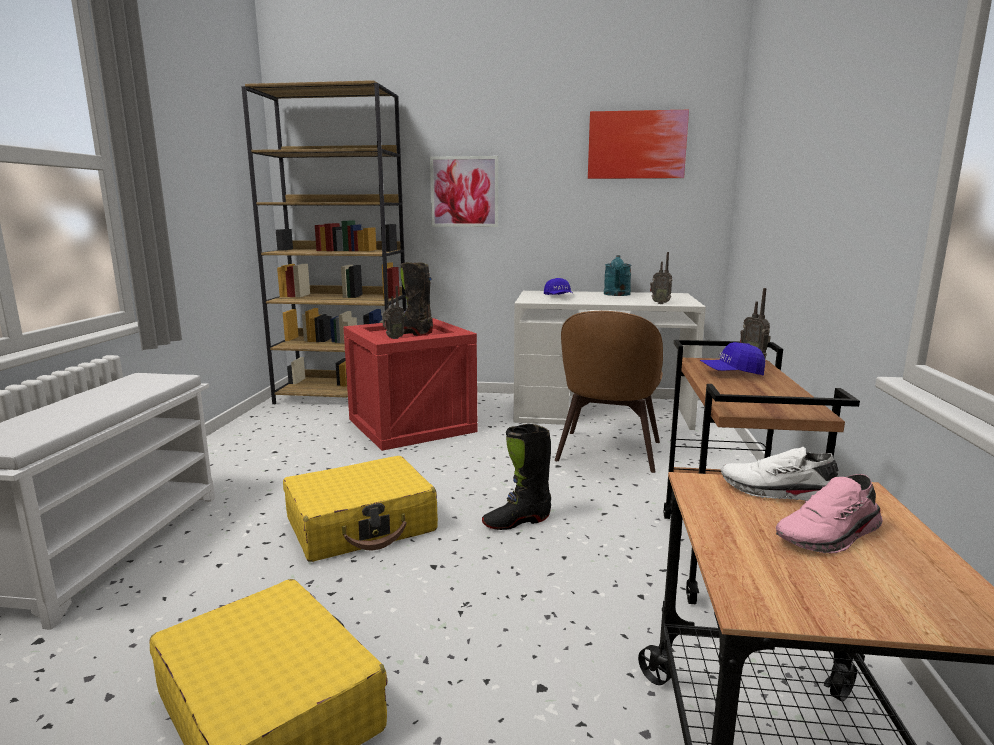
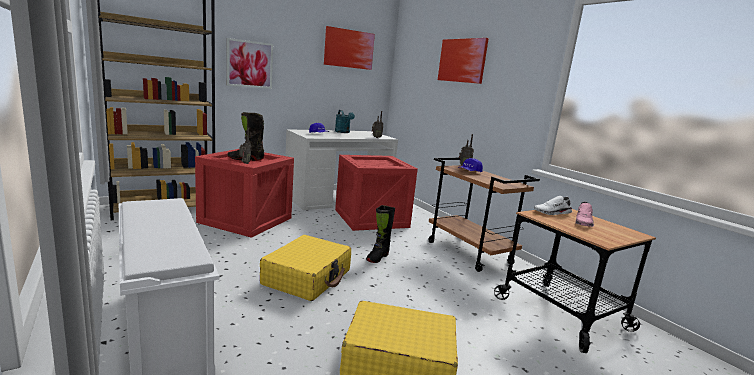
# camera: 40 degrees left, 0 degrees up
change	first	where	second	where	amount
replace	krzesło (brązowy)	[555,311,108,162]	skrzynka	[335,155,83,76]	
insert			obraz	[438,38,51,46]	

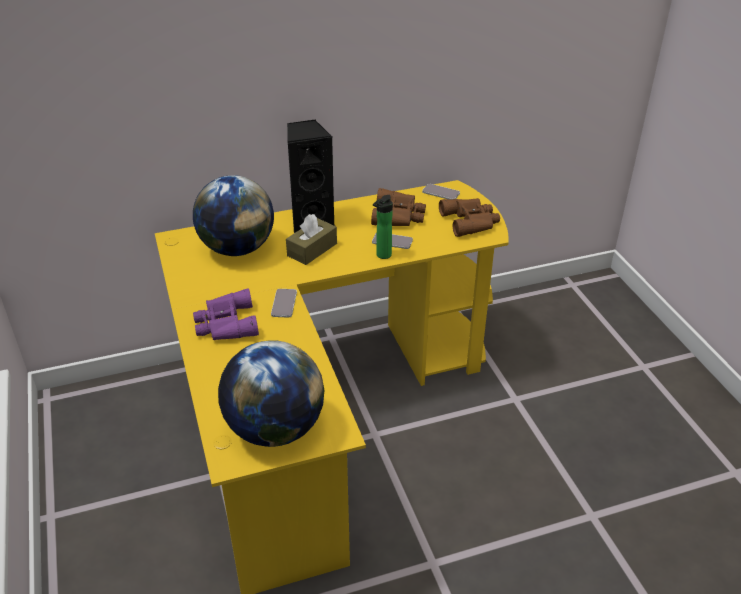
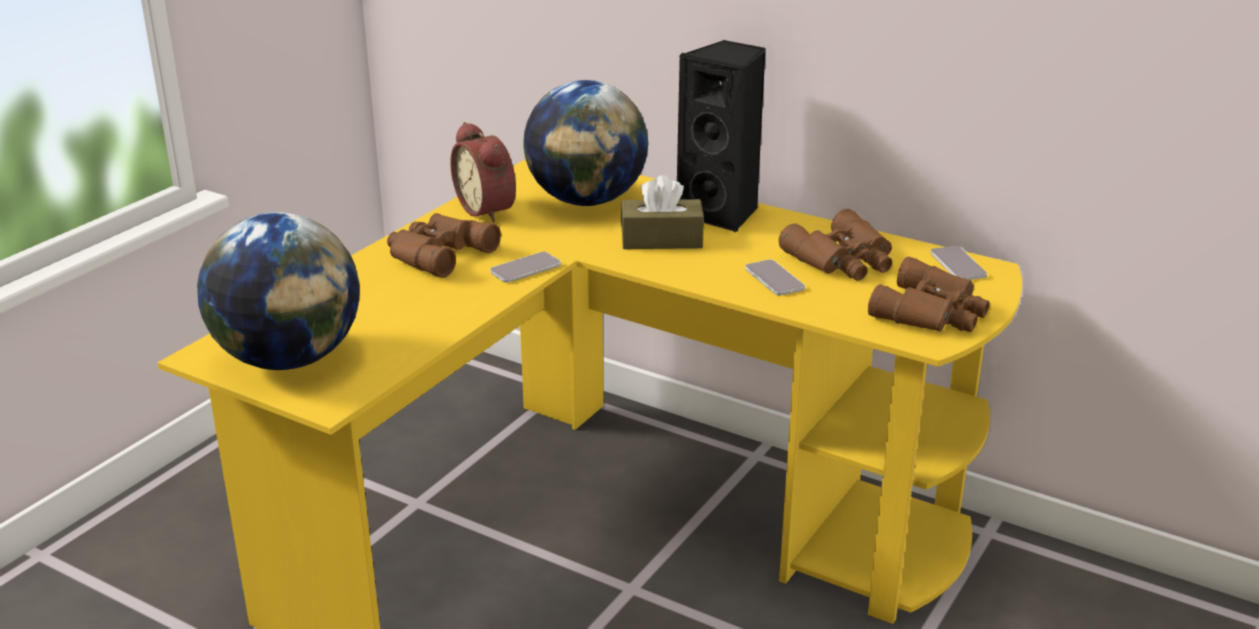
# camera: 50 degrees right, 10 degrees down
change	first	where	second	where	amount
delete	butelka	[373,195,20,64]			
recolor	lornetka (fioletowy)	[193,288,66,52]	lornetka (brązowy)	[387,213,114,65]	
insert			budzik	[450,122,66,100]	

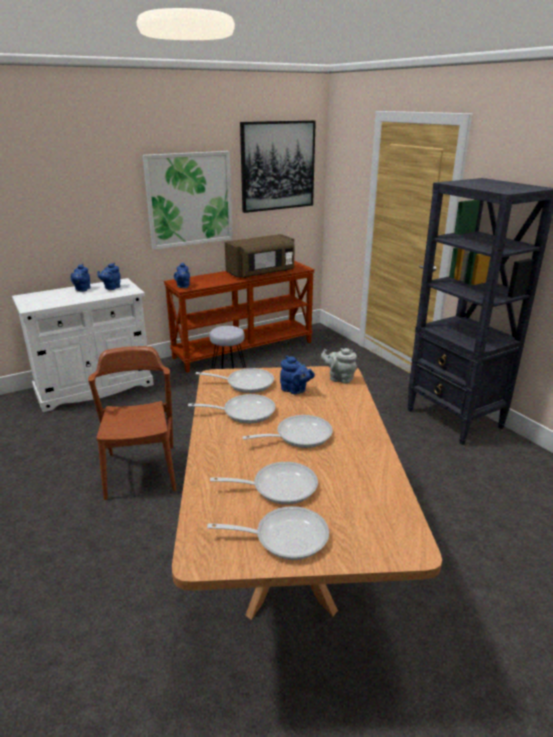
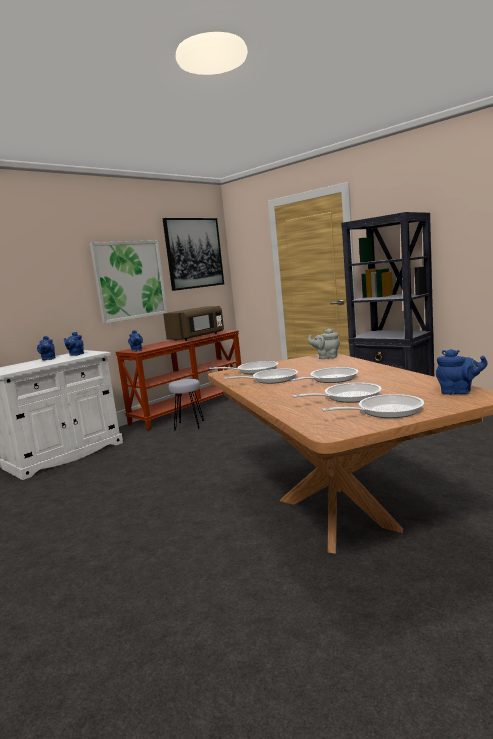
# camera: 15 degrees left, 15 degrees down
change	first	where	second	where	amount
delete	krzesło (brązowy)	[88,346,88,154]			
move	imbryk (niebieski)	[280,356,35,39]		[436,349,52,46]	

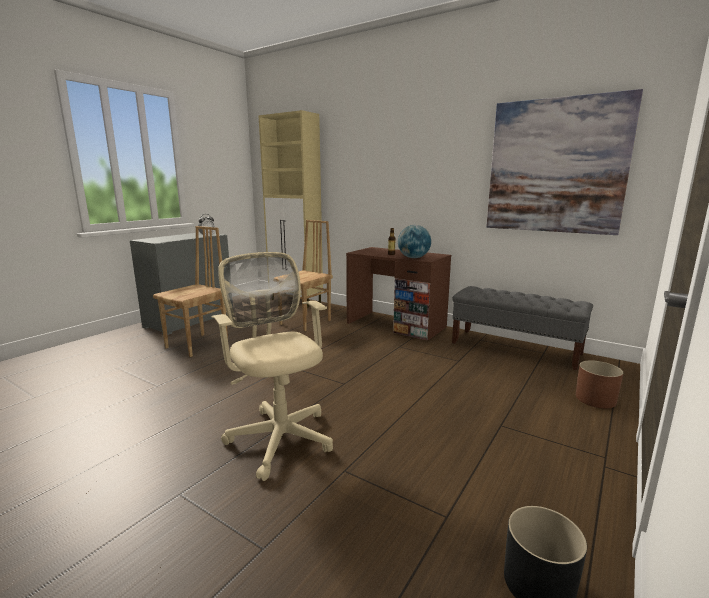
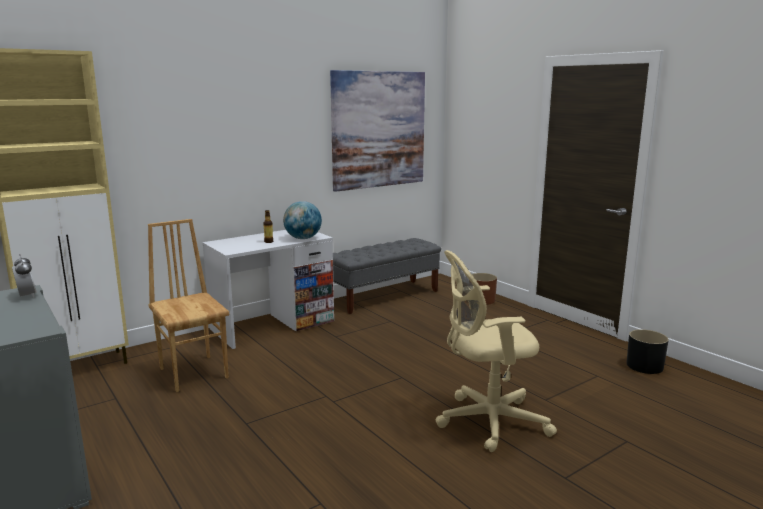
# camera: 70 degrees left, 0 degrees up
change	first	where	second	where	amount
delete	krzesło (brązowy)	[153,226,75,131]			
recolor	biurko (brązowy)	[346,247,105,93]	biurko (biały)	[202,230,132,119]	

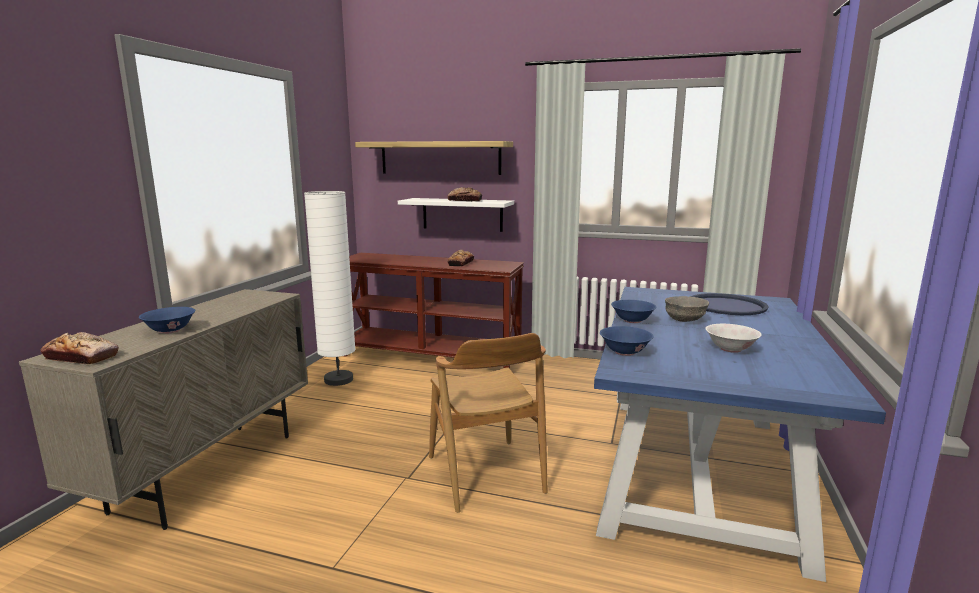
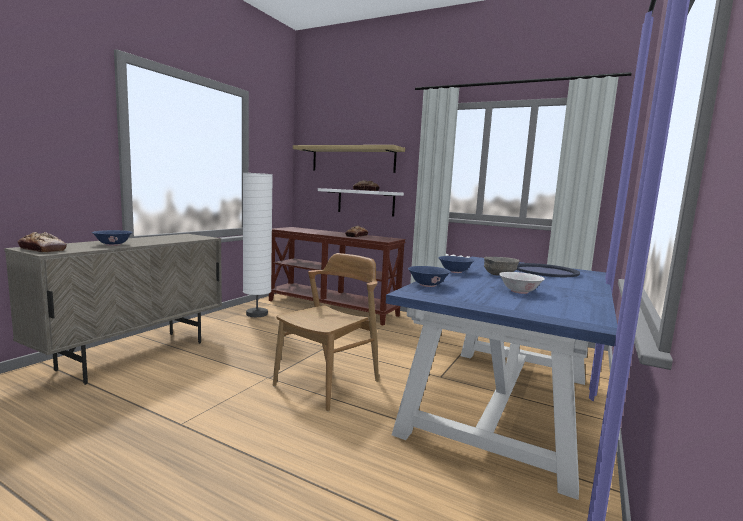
# camera: 10 degrees right, 5 degrees down
change	first	where	second	where	amount
rotate	krzesło (brązowy)	[429,333,119,180]		[273,253,106,158]	135 degrees counterclockwise

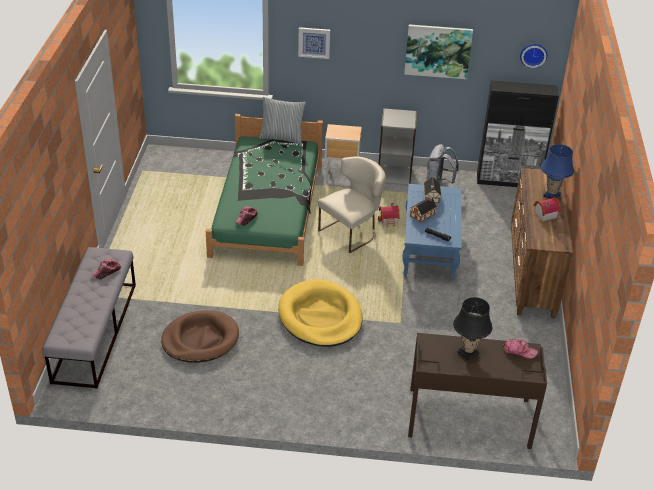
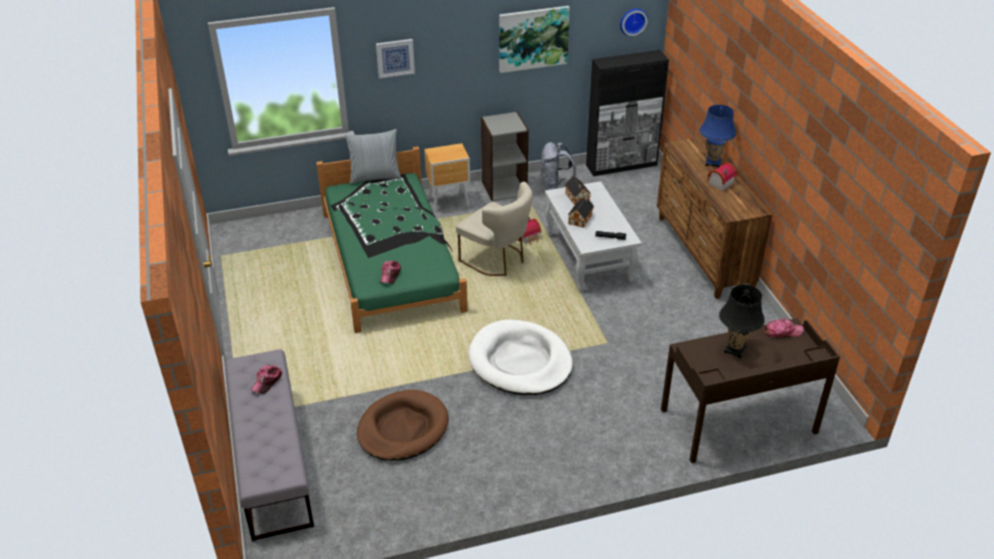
# camera: 20 degrees left, 0 degrees up
change	first	where	second	where	amount
rotate	krzesło (beżowy)	[318,156,68,97]		[456,182,77,94]	105 degrees clockwise
recolor	ława (niebieski)	[402,184,60,96]	ława (biały)	[545,181,97,111]	
recolor	legowisko (żółty)	[278,279,85,68]	legowisko (biały)	[469,320,104,75]	

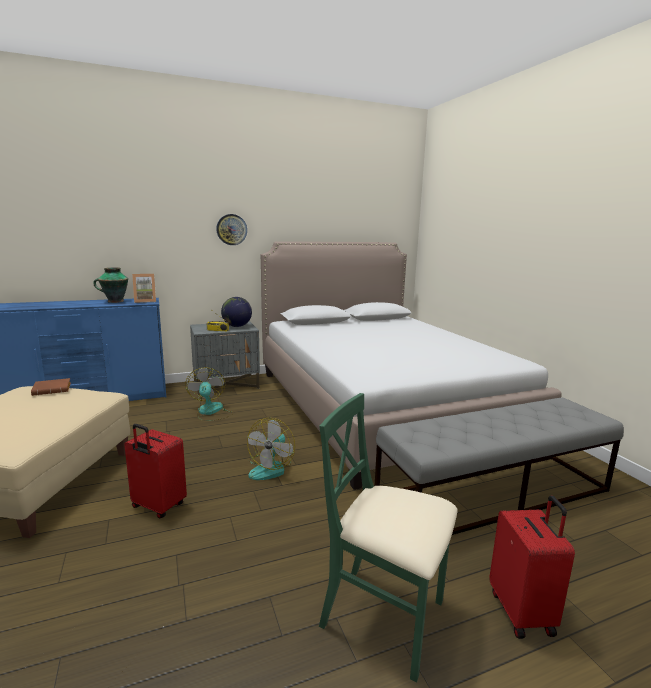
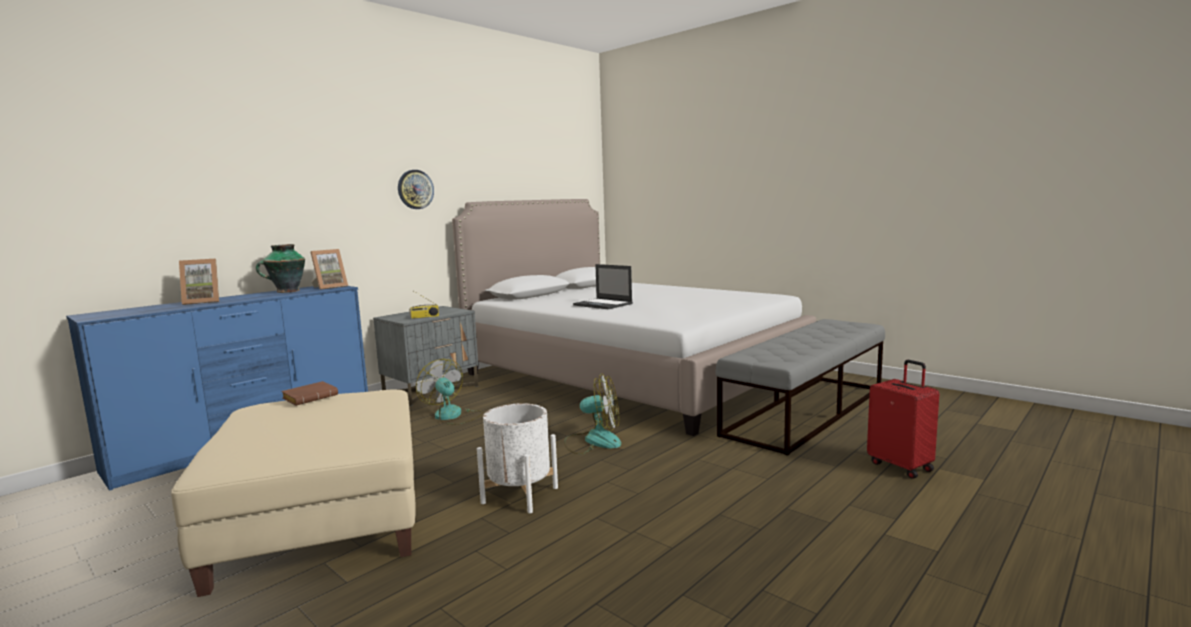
# camera: 25 degrees left, 5 degrees down
change	first	where	second	where	amount
delete	globus	[221,297,31,30]			
delete	krzesło (zielony)	[319,393,139,289]			
rotate	wentylator	[247,418,48,62]		[564,374,57,80]	75 degrees counterclockwise
replace	walizka (czerwony)	[124,424,63,95]	donica (biały)	[477,403,81,110]	
insert			ramka na zdjęcie	[179,259,40,46]	
insert			laptop	[573,264,60,45]	

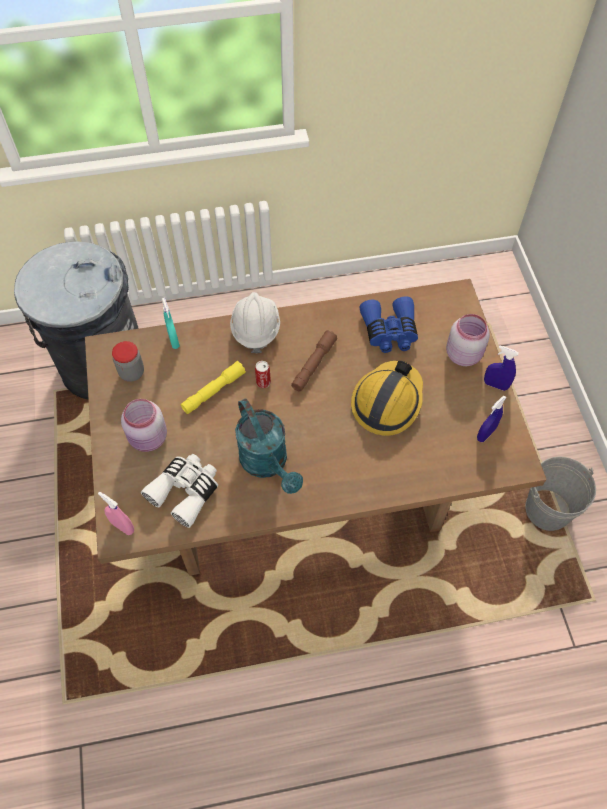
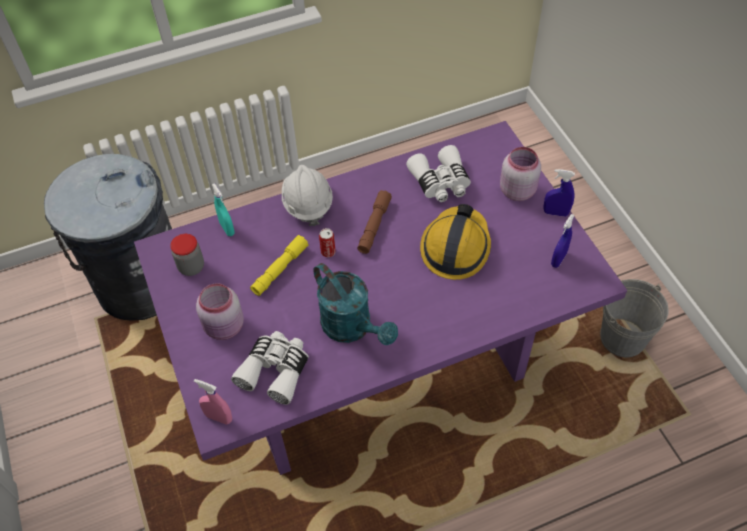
# camera: 10 degrees left, 5 degrees down
change	first	where	second	where	amount
recolor	stół jadalny (brązowy)	[85,279,462,297]	stół jadalny (fioletowy)	[134,121,493,354]	
recolor	lornetka (niebieski)	[360,296,58,57]	lornetka (biały)	[406,145,65,57]	

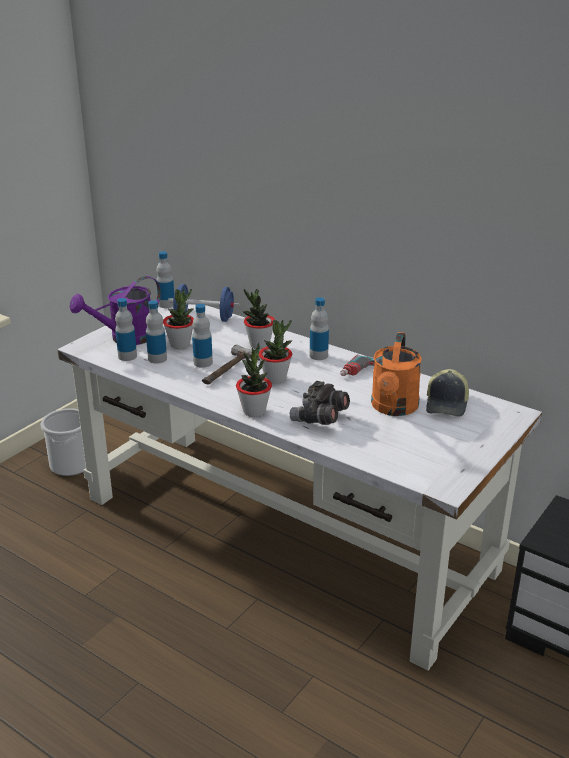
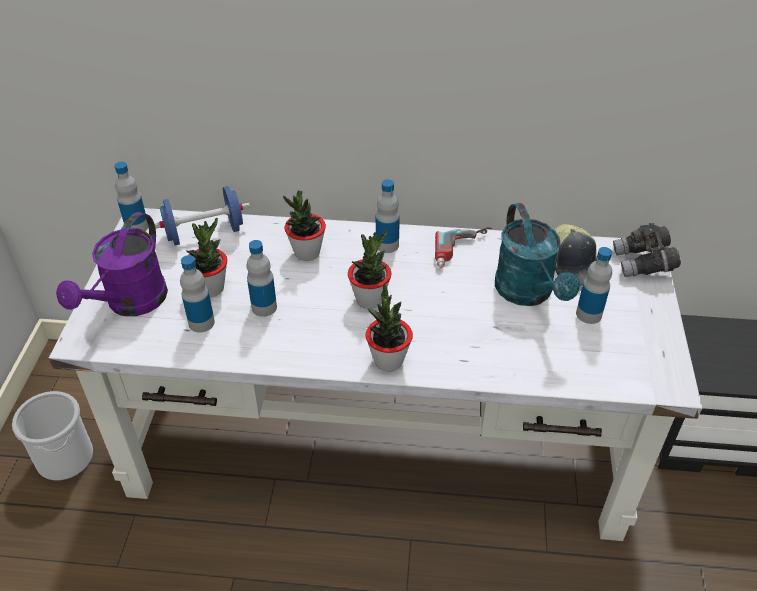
# camera: 30 degrees left, 15 degrees up
change	first	where	second	where	amount
move	butelka	[115,298,22,63]		[576,247,36,77]	
recolor	konewka (pomarańczowy)	[371,332,51,84]	konewka (turkusowy)	[495,203,85,103]	
delete	młotek	[202,345,58,40]			
move	lornetka (szary)	[290,381,60,44]		[613,223,68,54]	

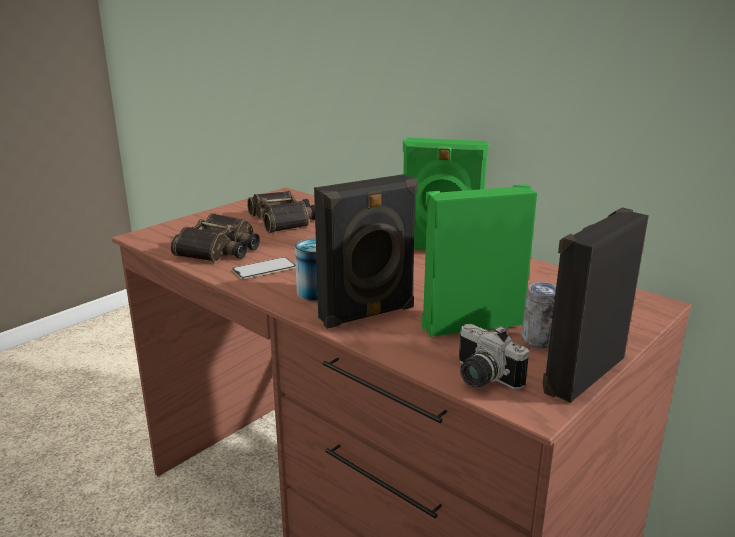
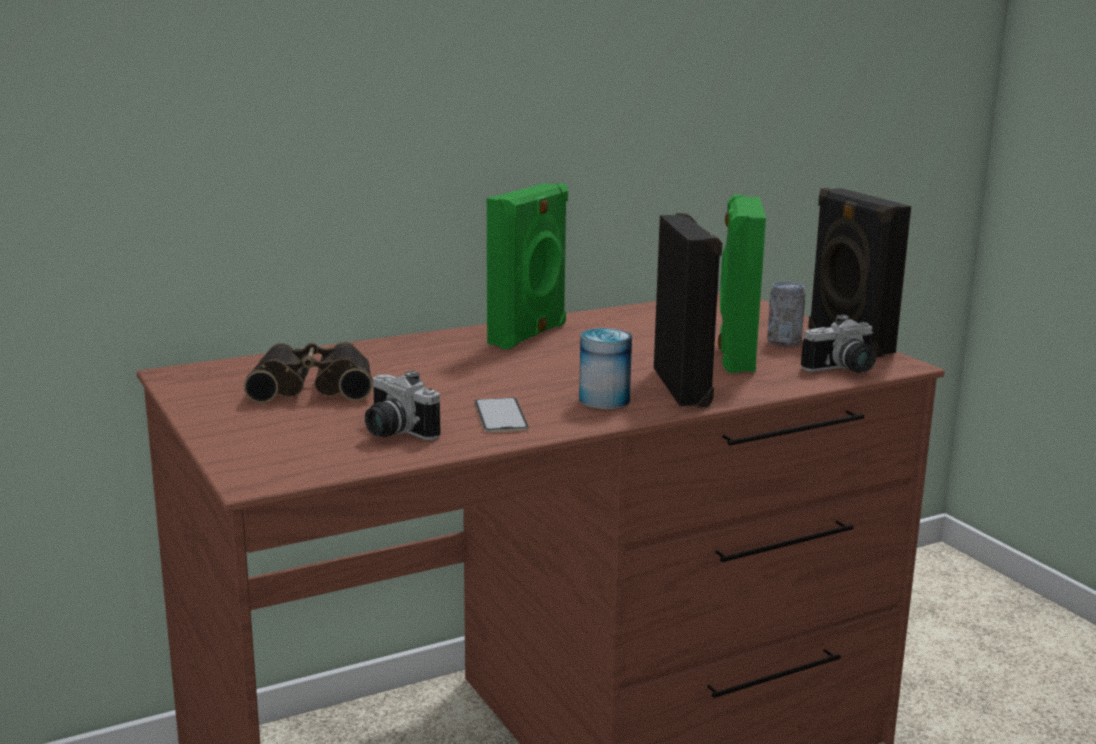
# camera: 70 degrees left, 5 degrees down
change	first	where	second	where	amount
replace	lornetka	[170,213,90,49]	aparat fotograficzny	[365,371,75,69]	

